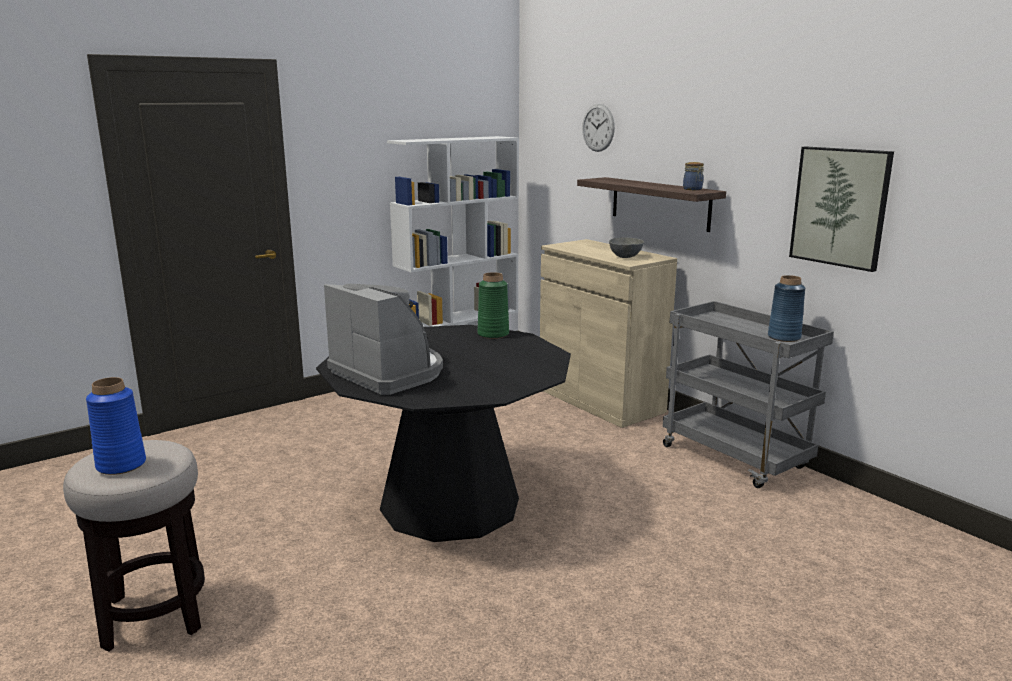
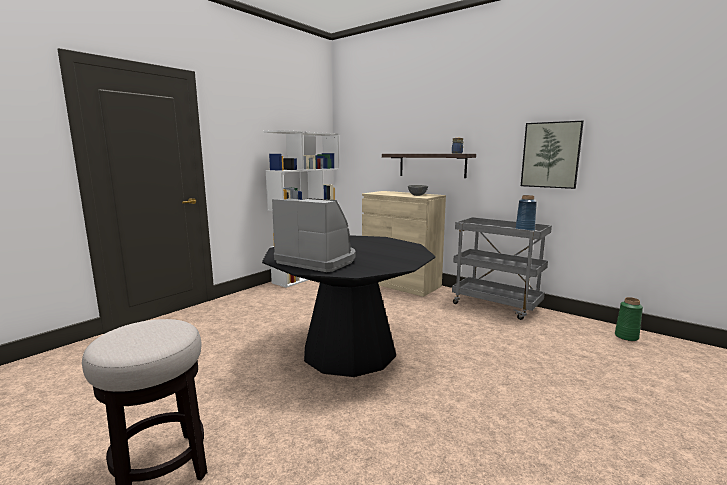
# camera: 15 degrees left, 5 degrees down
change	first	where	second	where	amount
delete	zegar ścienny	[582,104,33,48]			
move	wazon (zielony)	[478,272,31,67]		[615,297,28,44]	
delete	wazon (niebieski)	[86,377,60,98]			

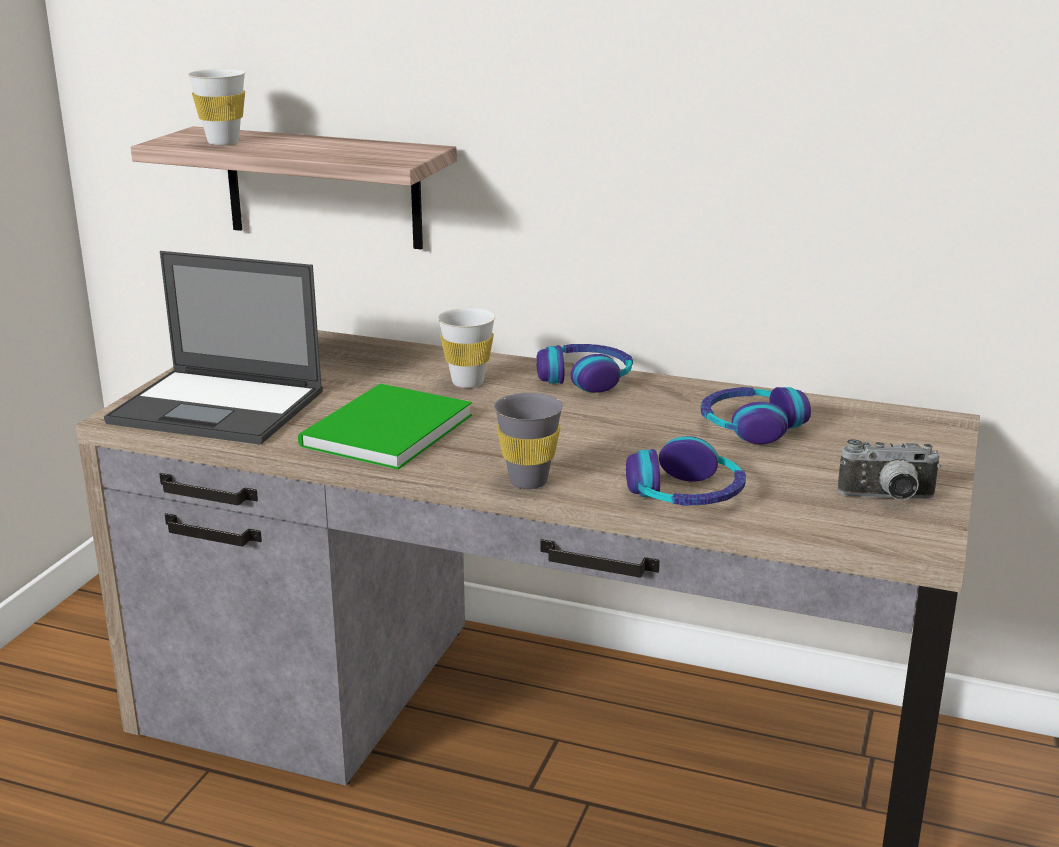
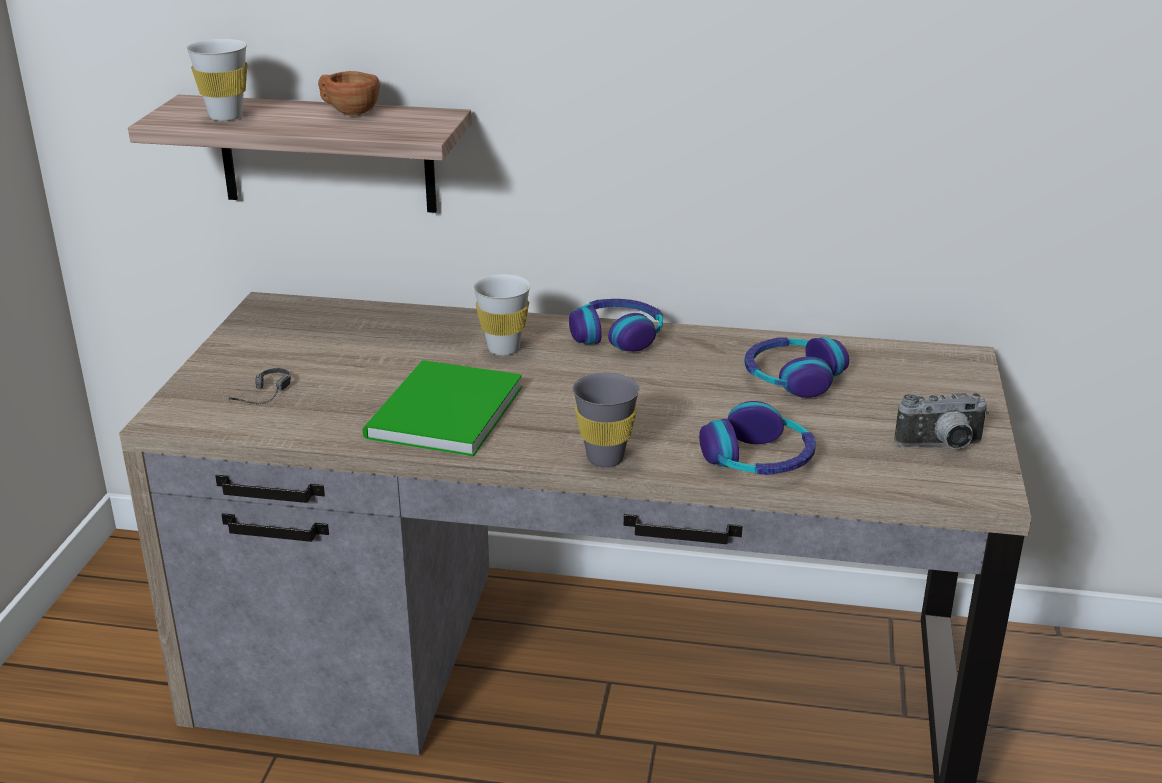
# camera: 10 degrees left, 5 degrees up
change	first	where	second	where	amount
replace	laptop	[104,251,219,194]	słuchawki	[229,368,62,36]	
insert			filiżanka (brązowy)	[318,71,62,44]	

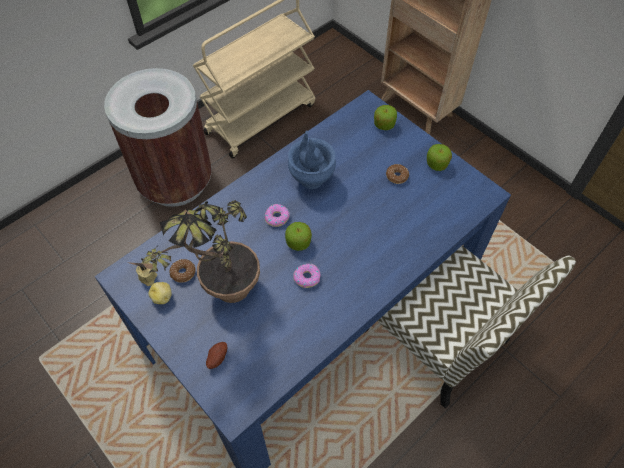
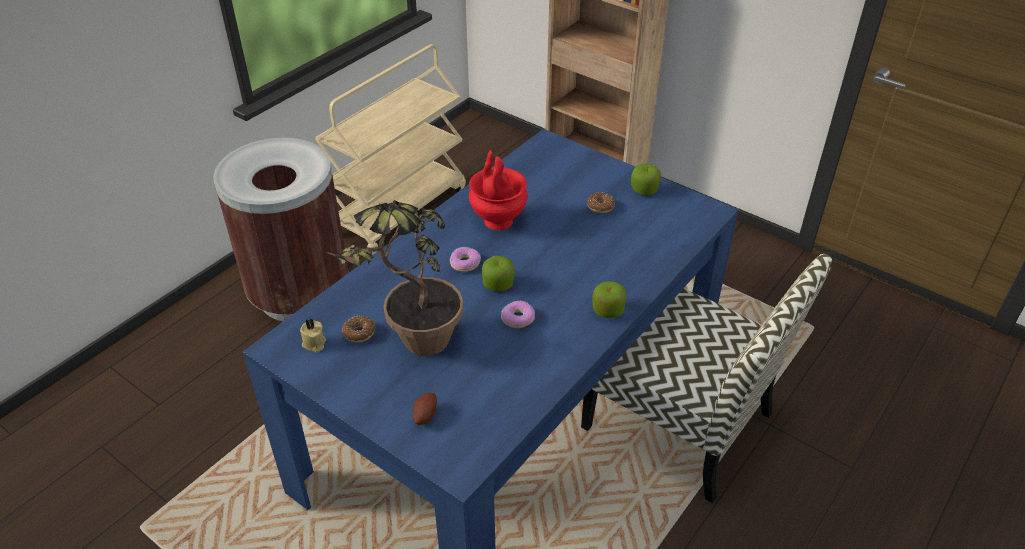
# camera: 10 degrees left, 15 degrees down
change	first	where	second	where	amount
move	jabłko	[374,105,23,25]		[592,281,35,37]	
recolor	wazon (niebieski)	[288,130,48,59]	wazon (czerwony)	[469,150,59,80]	
delete	ziemniak	[148,282,24,22]			

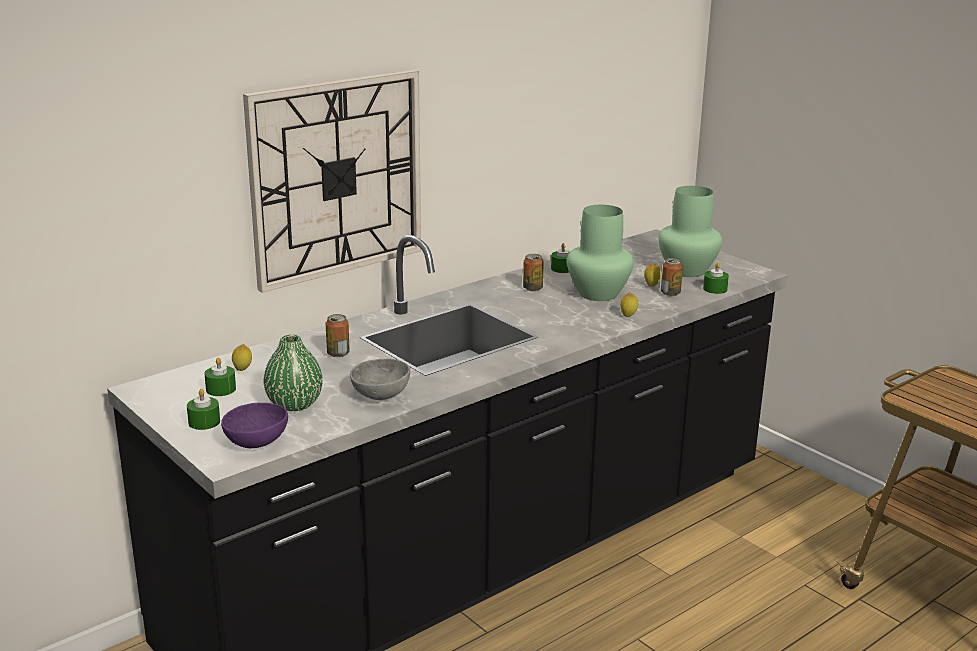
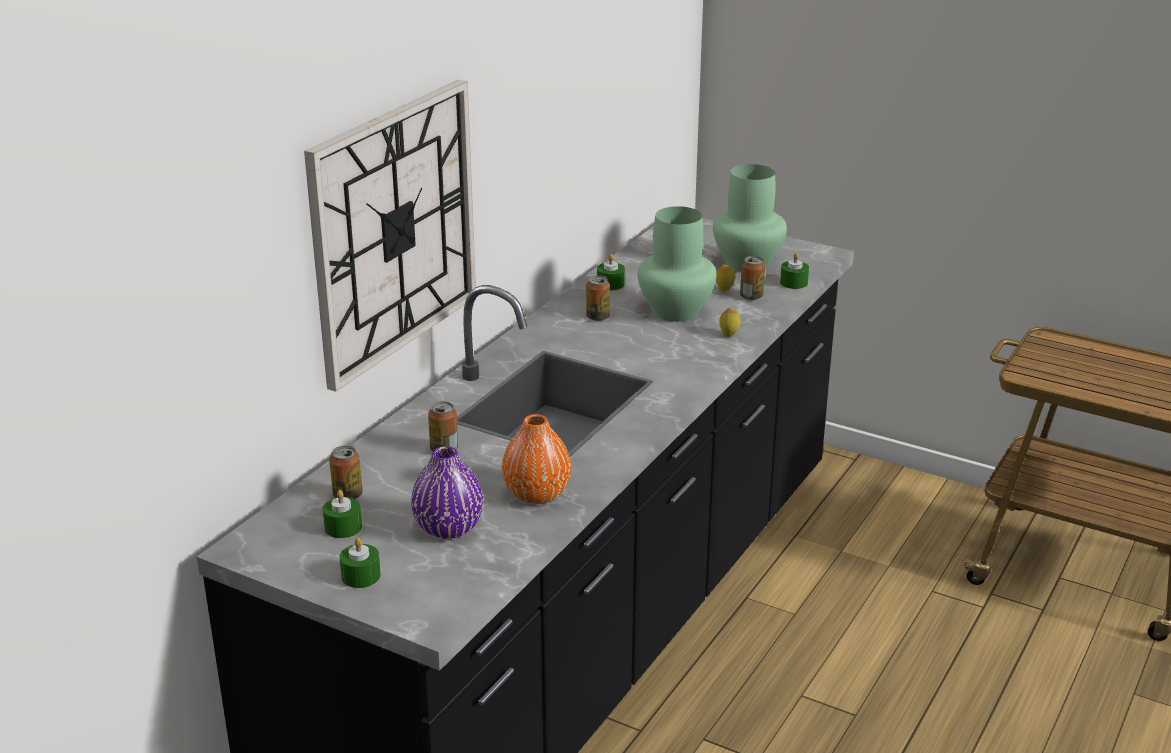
# camera: 20 degrees left, 5 degrees up
change	first	where	second	where	amount
recolor	wazon (zielony)	[263,335,60,76]	wazon (fioletowy)	[411,446,72,93]	
replace	cytryna	[232,344,20,27]	puszka	[329,446,34,53]	
replace	miska (szary)	[350,359,60,41]	wazon (pomarańczowy)	[502,414,69,90]	
delete	miska (fioletowy)	[221,403,67,45]			

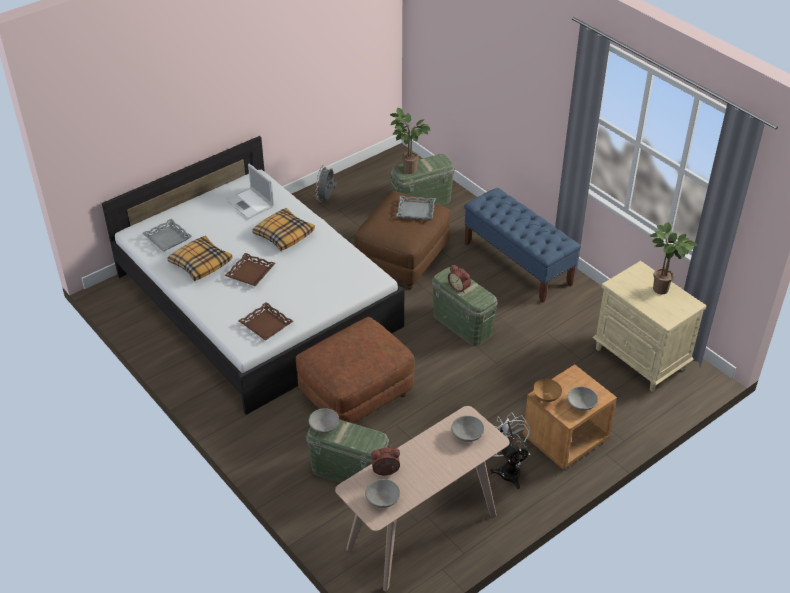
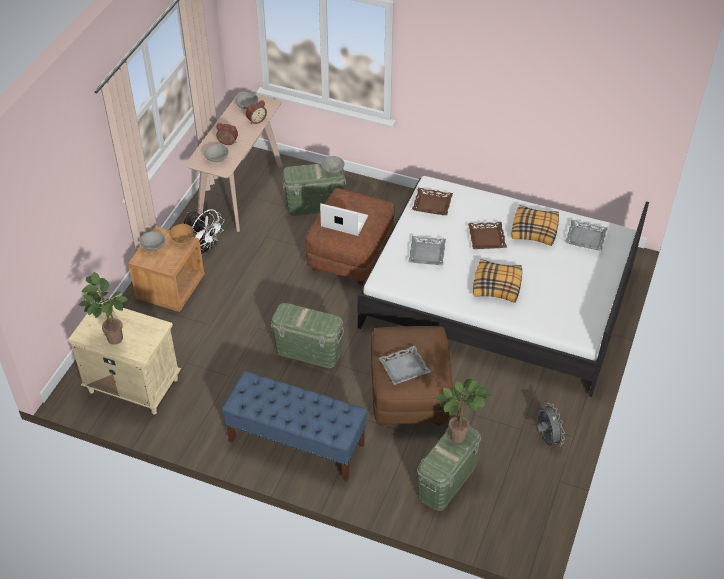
# camera: 150 degrees right, 5 degrees up
change	first	where	second	where	amount
move	laptop	[226,164,48,55]		[320,203,48,33]	
move	budzik	[448,265,23,28]		[216,123,22,22]	
insert			taca (szary)	[409,236,37,29]	

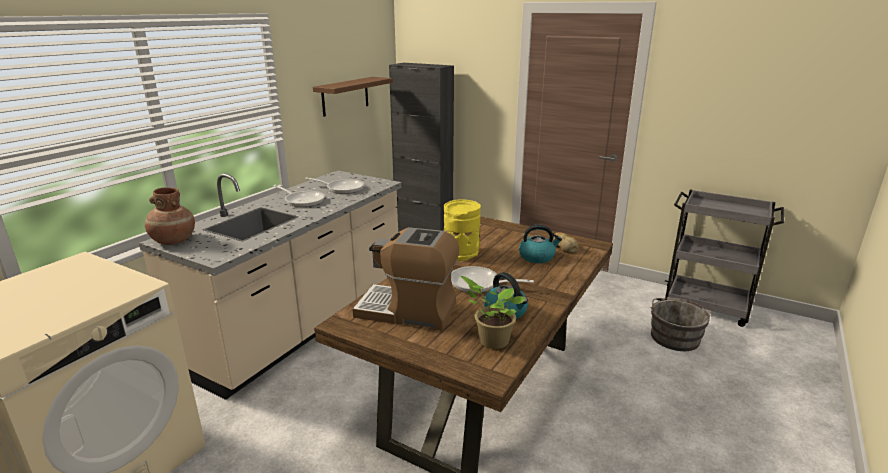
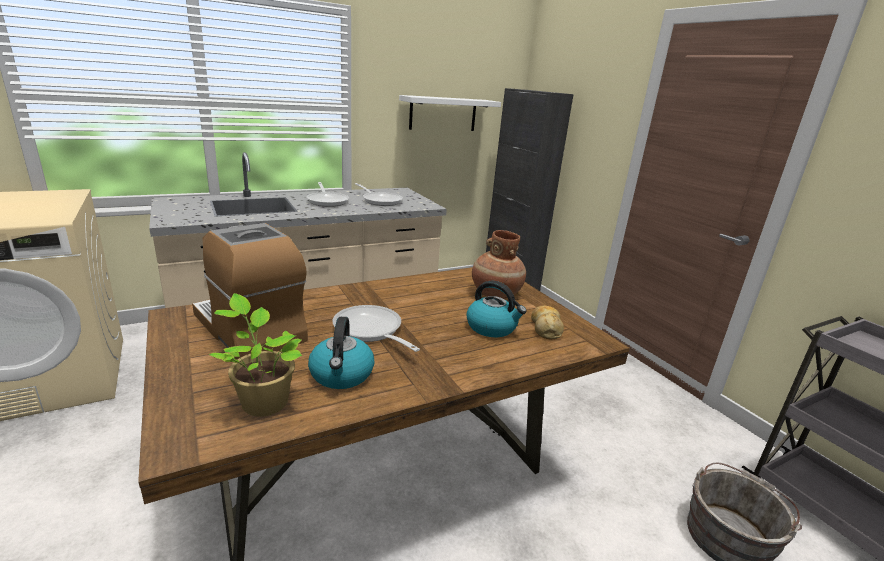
# camera: 30 degrees right, 0 degrees up
change	first	where	second	where	amount
recolor	półka (brązowy)	[313,77,80,40]	półka (biały)	[399,95,102,36]	
move	wazon (brązowy)	[145,187,50,58]		[472,230,54,69]	
delete	wazon (żółty)	[444,199,37,62]			

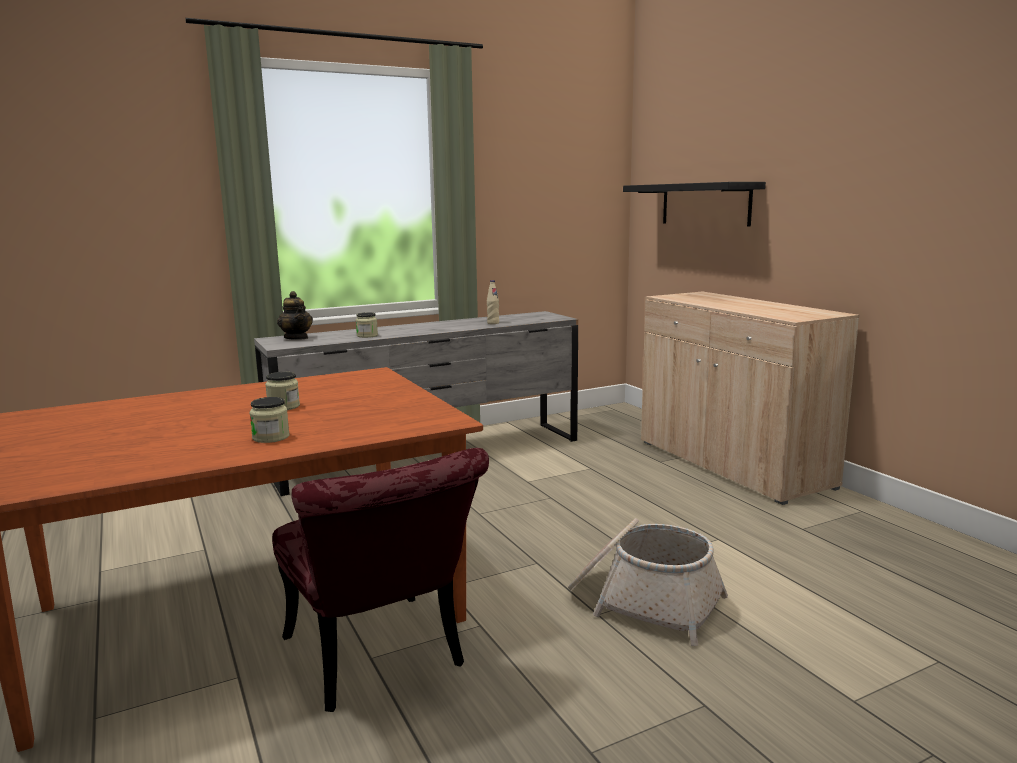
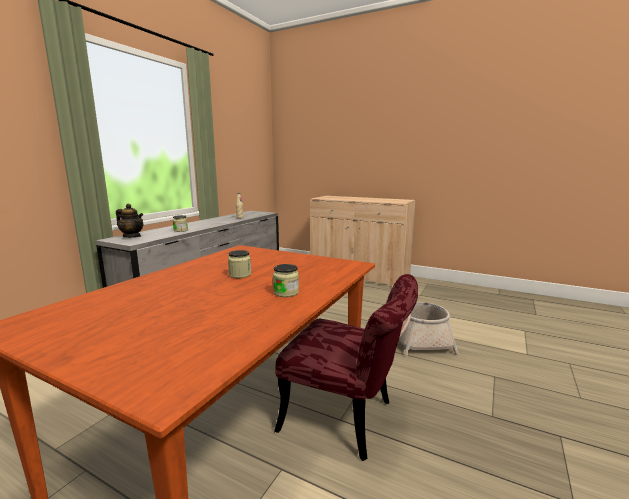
# camera: 35 degrees left, 0 degrees up
change	first	where	second	where	amount
delete	półka (czarny)	[623,182,143,44]			

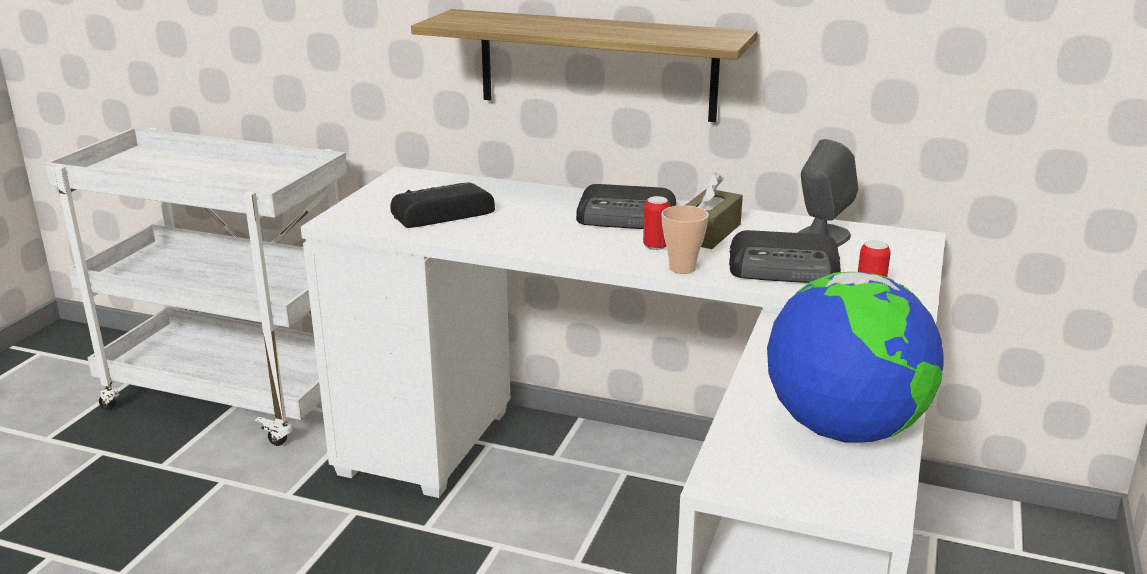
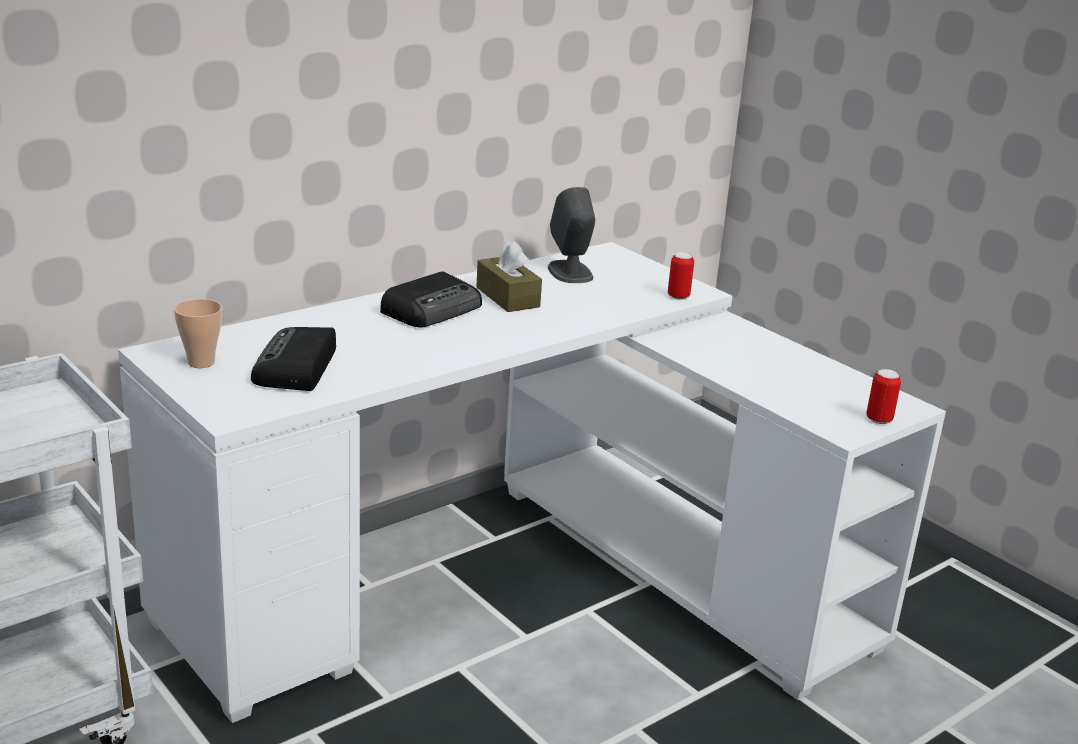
# camera: 60 degrees left, 0 degrees up
change	first	where	second	where	amount
delete	półka	[411,9,347,113]			
move	puszka	[643,196,27,54]		[866,369,35,55]	
move	filiżanka	[662,205,47,69]		[174,299,48,69]	
delete	radio	[729,230,112,53]			
delete	globus	[767,272,176,171]			

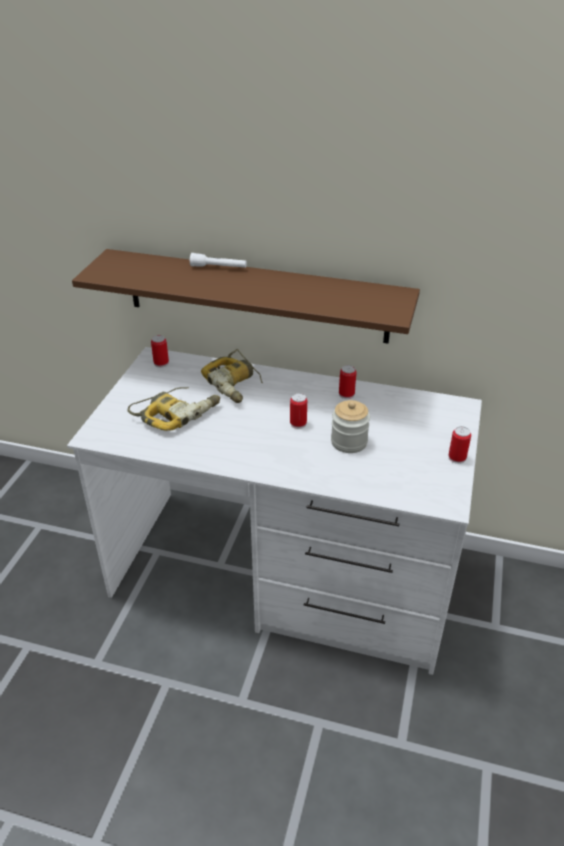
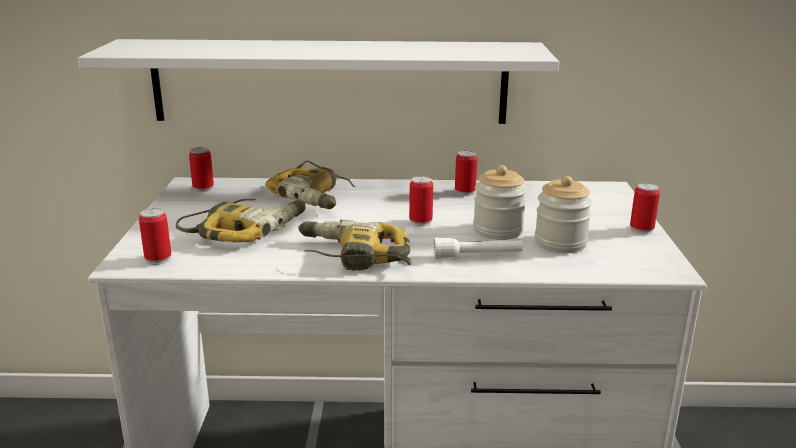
# camera: 15 degrees left, 15 degrees down
change	first	where	second	where	amount
recolor	półka (brązowy)	[72,249,348,95]	półka (biały)	[78,39,481,85]	
move	latarka (biały)	[190,253,57,15]		[433,238,90,21]	
insert			słoik	[535,176,57,77]	
insert			puszka	[139,208,32,57]	
insert			wiertarka	[298,220,113,50]	

